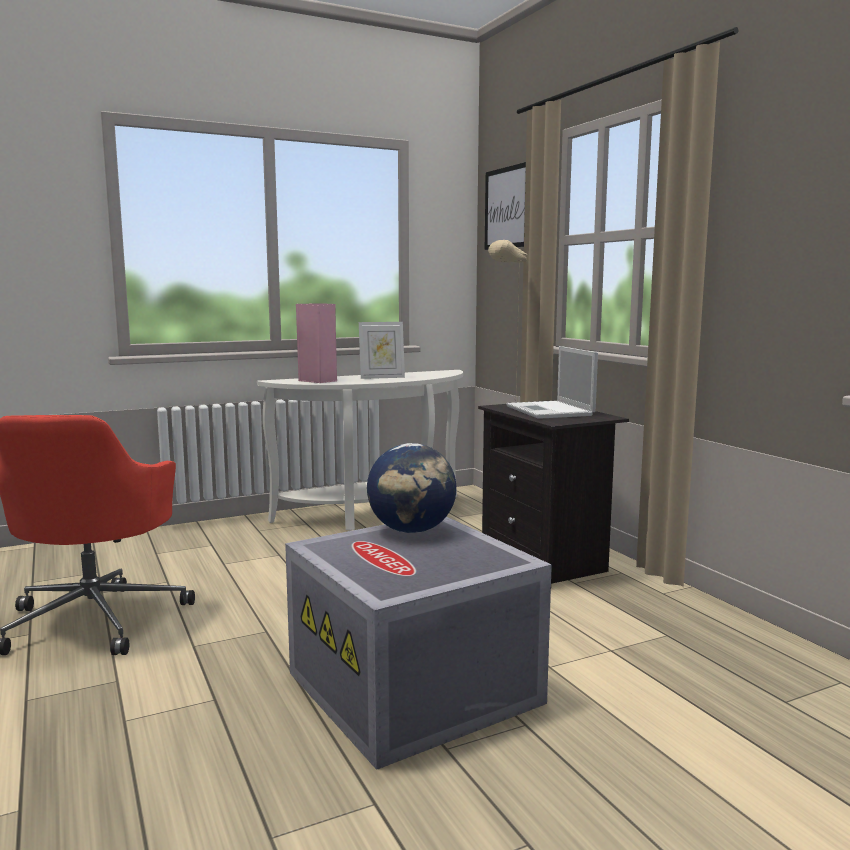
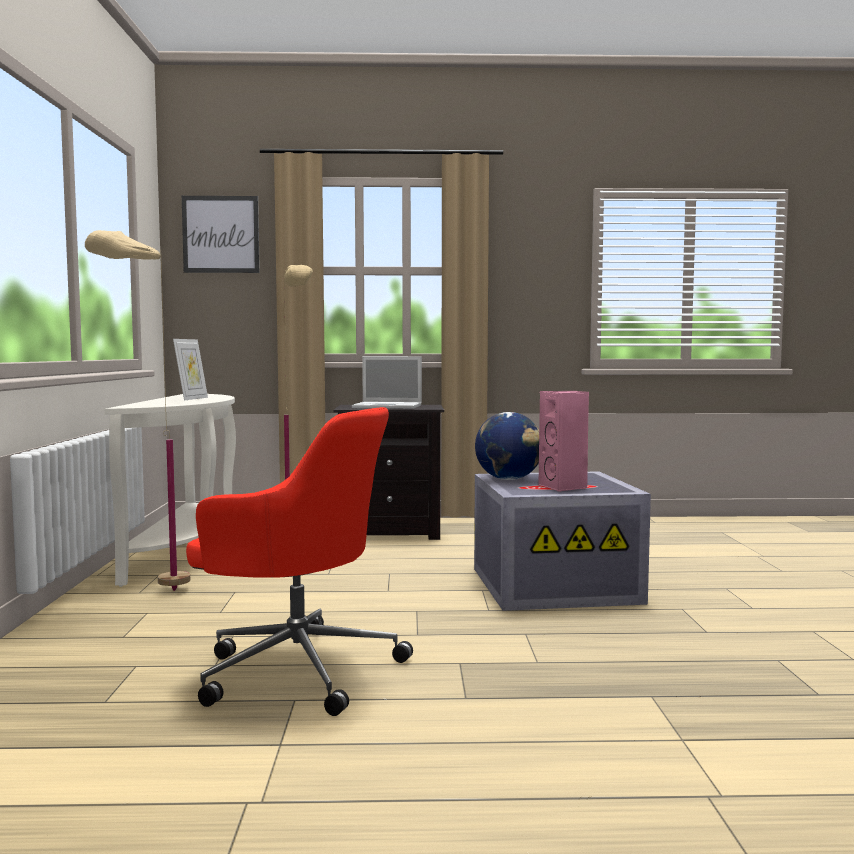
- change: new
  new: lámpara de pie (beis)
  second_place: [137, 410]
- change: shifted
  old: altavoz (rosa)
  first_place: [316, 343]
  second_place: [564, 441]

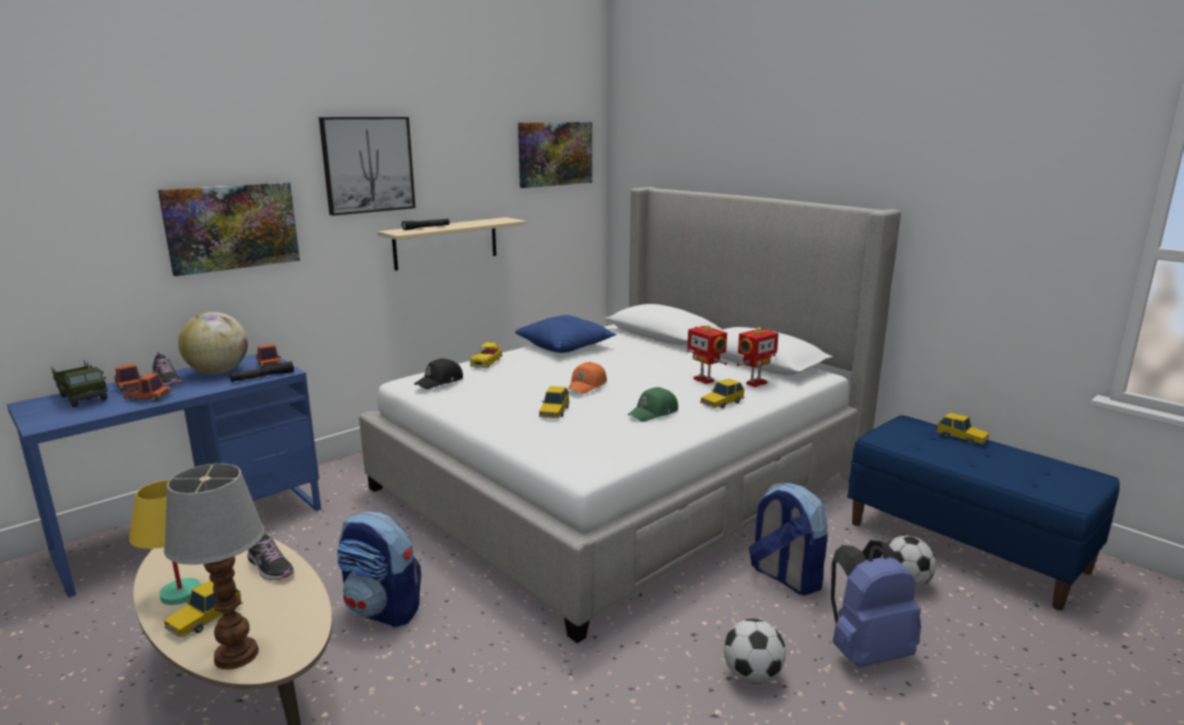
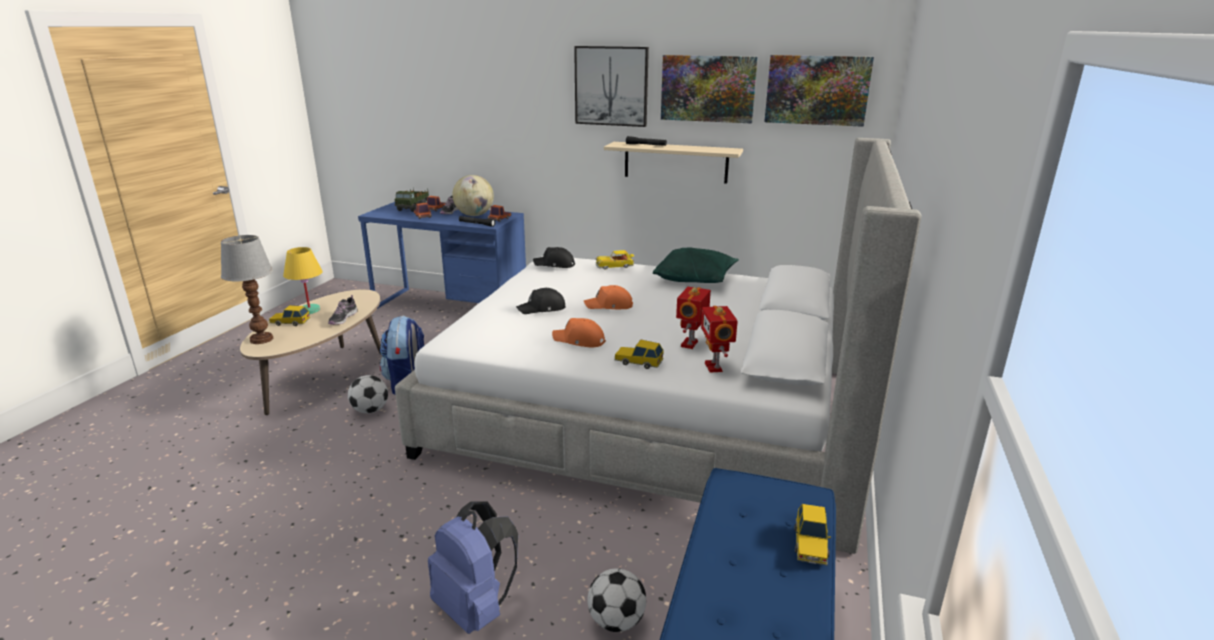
- change: gone
  old: mochila
  first_place: [788, 539]
- change: shifted
  old: cuadro
  first_place: [229, 229]
  second_place: [709, 89]
- change: shifted
  old: balón de fútbol
  first_place: [755, 651]
  second_place: [368, 394]
- change: swapped
  old: coche de juguete
  new: gorra (negro)
  first_place: [554, 402]
  second_place: [540, 301]
- change: repainted
  old: cojín (azul)
  new: cojín (verde)
  first_place: [566, 334]
  second_place: [696, 265]
- change: repainted
  old: gorra (verde)
  new: gorra (naranja)
  first_place: [653, 404]
  second_place: [579, 333]
- change: rotated
  old: robot de juguete
  first_place: [757, 357]
  second_place: [719, 339]
  degrees: 60

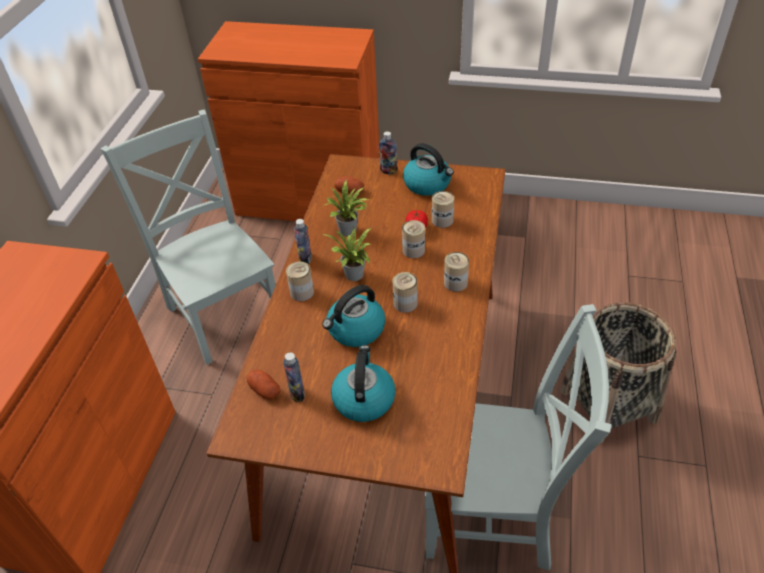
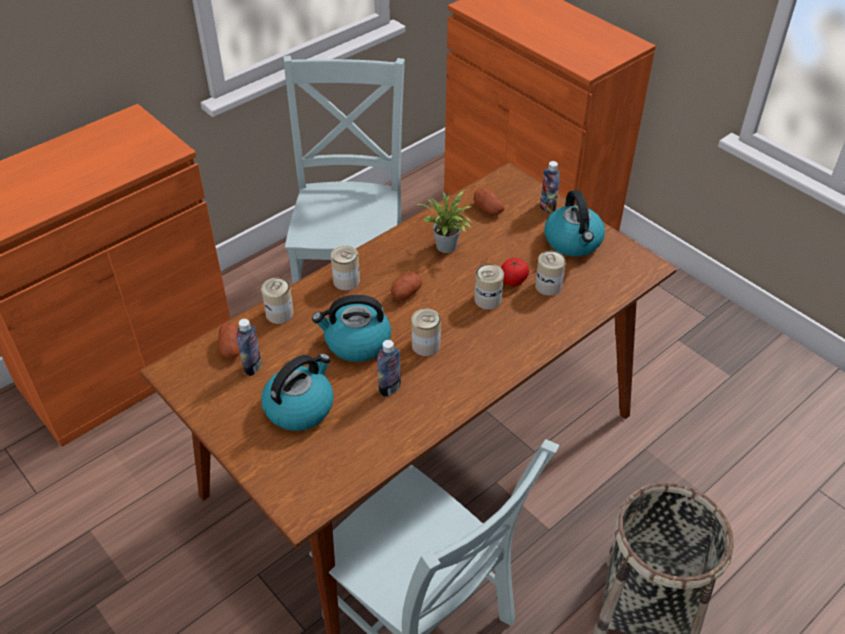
- change: shifted
  old: botella
  first_place: [303, 241]
  second_place: [389, 368]
- change: shifted
  old: lata
  first_place: [456, 272]
  second_place: [277, 301]
- change: swapped
  old: planta en maceta
  new: patata
  first_place: [346, 253]
  second_place: [406, 287]

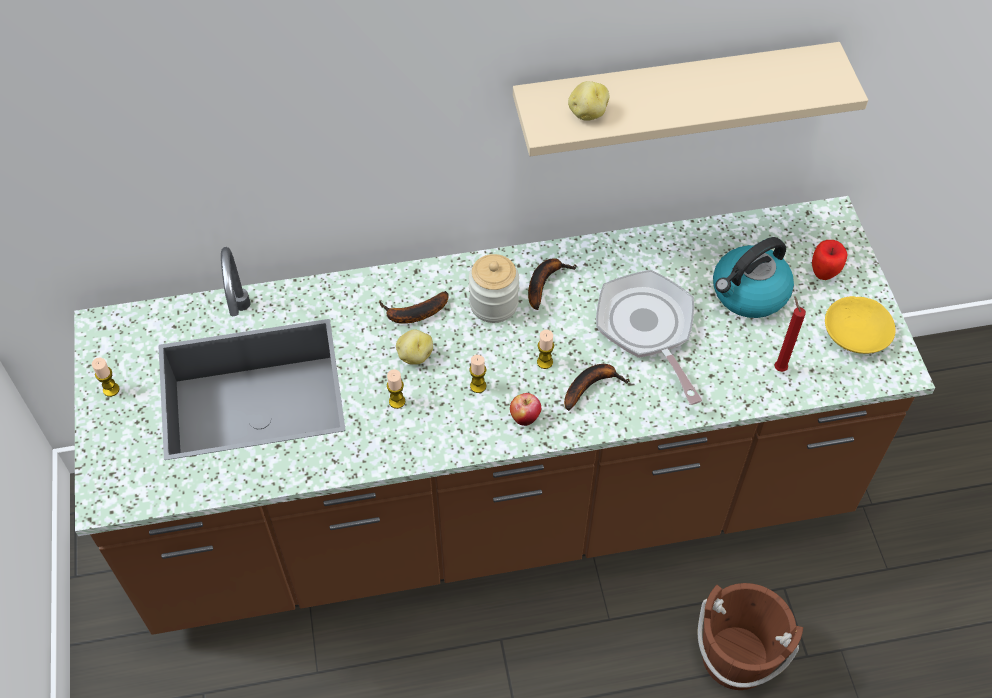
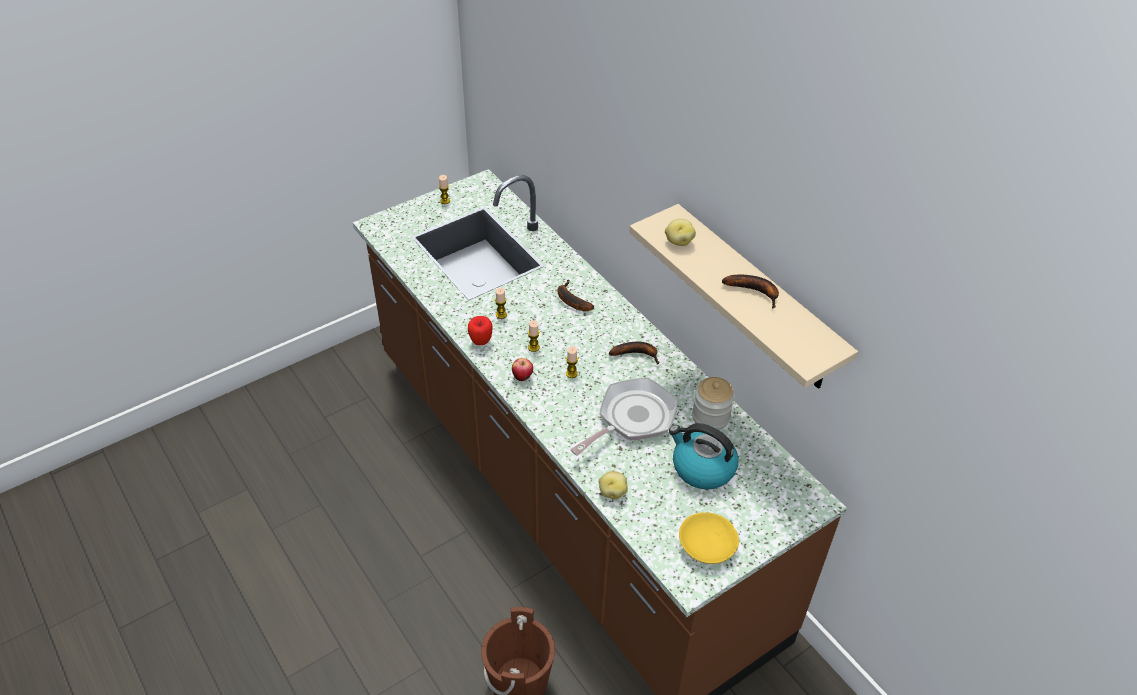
- change: gone
  old: vela (rojo)
  first_place: [790, 334]
- change: shifted
  old: patata
  first_place: [414, 347]
  second_place: [613, 485]
- change: shifted
  old: tarro
  first_place: [494, 288]
  second_place: [713, 403]
- change: shifted
  old: plátano
  first_place: [597, 387]
  second_place: [750, 292]
- change: shifted
  old: manzana
  first_place: [830, 260]
  second_place: [480, 330]

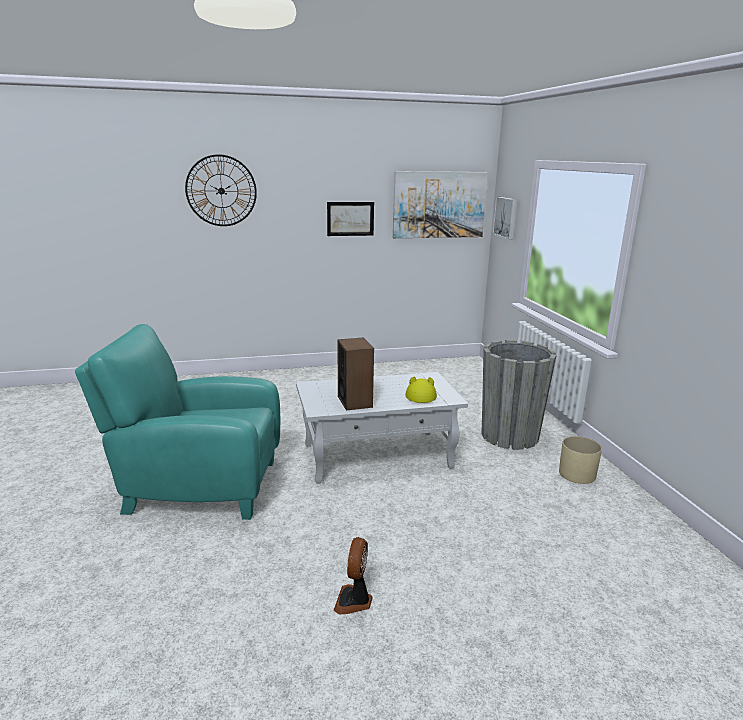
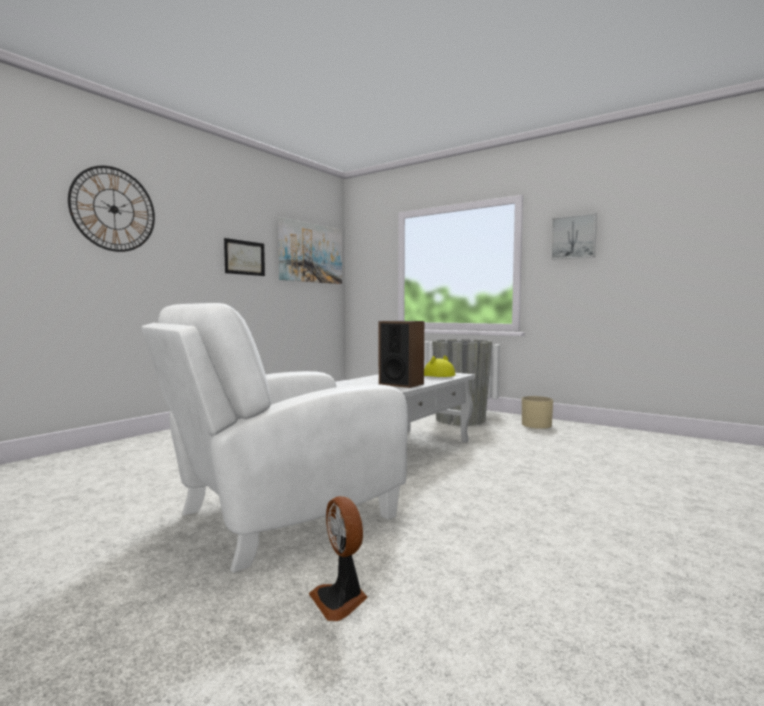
- change: shifted
  old: ventilador
  first_place: [353, 575]
  second_place: [338, 558]
- change: shifted
  old: cuadro
  first_place: [505, 218]
  second_place: [574, 236]
- change: repainted
  old: sillón (turquesa)
  new: sillón (blanco)
  first_place: [177, 422]
  second_place: [275, 438]

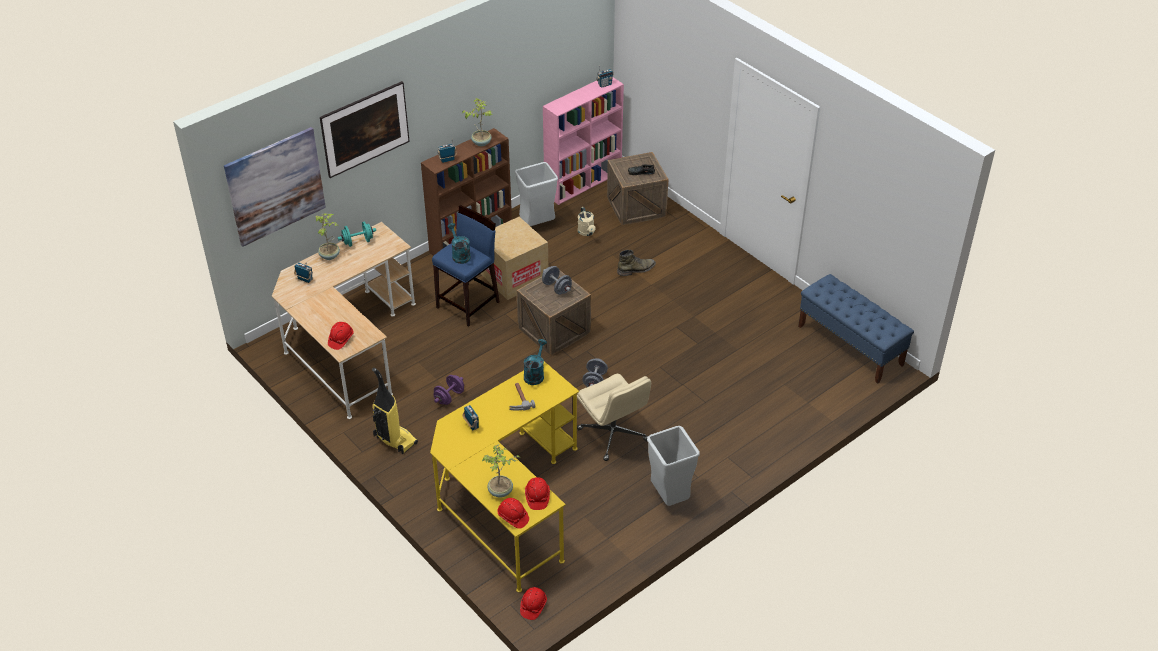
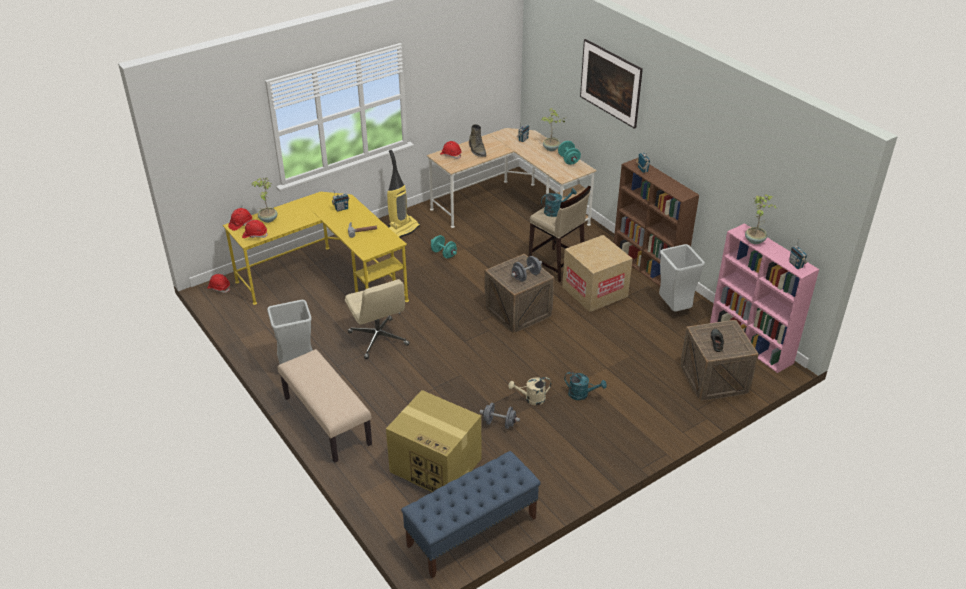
- change: gone
  old: cuadro
  first_place: [275, 187]
- change: new
  new: banco (beis)
  second_place: [325, 406]
- change: new
  new: caja de cartón
  second_place: [433, 441]
- change: shifted
  old: planta en maceta
  first_place: [477, 122]
  second_place: [760, 219]
- change: shifted
  old: regadera (turquesa)
  first_place: [535, 362]
  second_place: [585, 386]
- change: shifted
  old: regadera (beis)
  first_place: [587, 221]
  second_place: [529, 391]
- change: shifted
  old: mancuerna (gris)
  first_place: [595, 372]
  second_place: [500, 416]
- change: shifted
  old: bota (verde)
  first_place: [636, 263]
  second_place: [478, 140]
- change: repainted
  old: taburete (azul)
  new: taburete (beis)
  first_place: [466, 266]
  second_place: [560, 234]
- change: repainted
  old: mancuerna (morado)
  new: mancuerna (turquesa)
  first_place: [448, 390]
  second_place: [444, 247]
- change: rotated
  old: silla de oficina (beis)
  first_place: [614, 417]
  second_place: [377, 319]
  degrees: -90

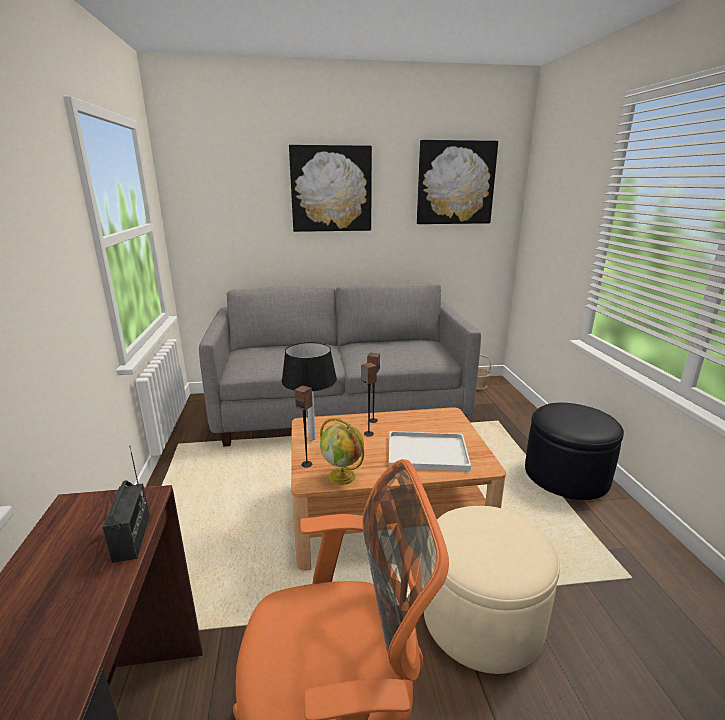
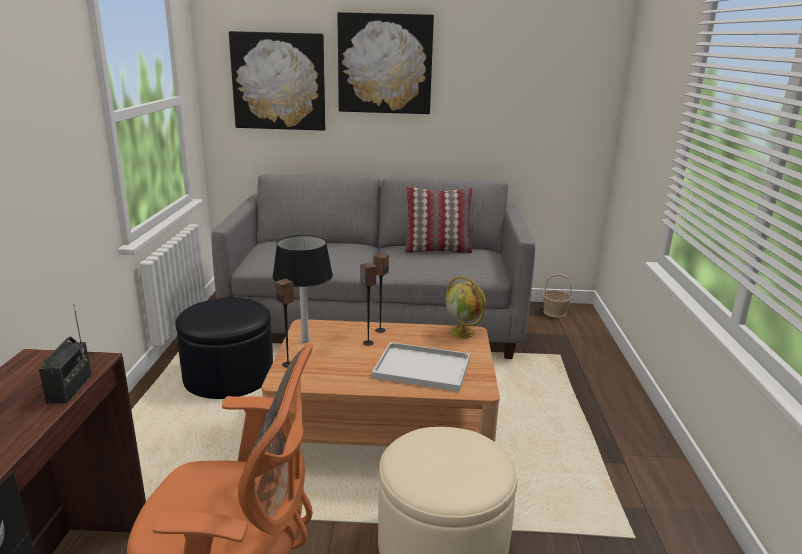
- change: new
  new: cojín
  second_place: [438, 219]
- change: shifted
  old: globo terráqueo
  first_place: [342, 451]
  second_place: [466, 307]
- change: shifted
  old: cuadro
  first_place: [457, 182]
  second_place: [277, 81]
- change: shifted
  old: puf (negro)
  first_place: [574, 451]
  second_place: [224, 348]

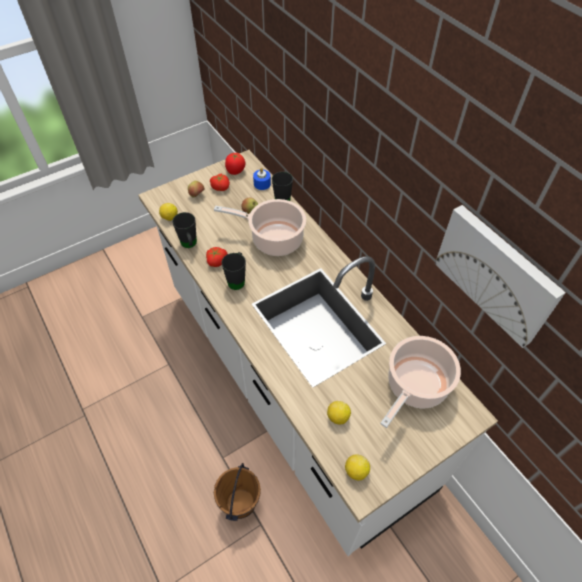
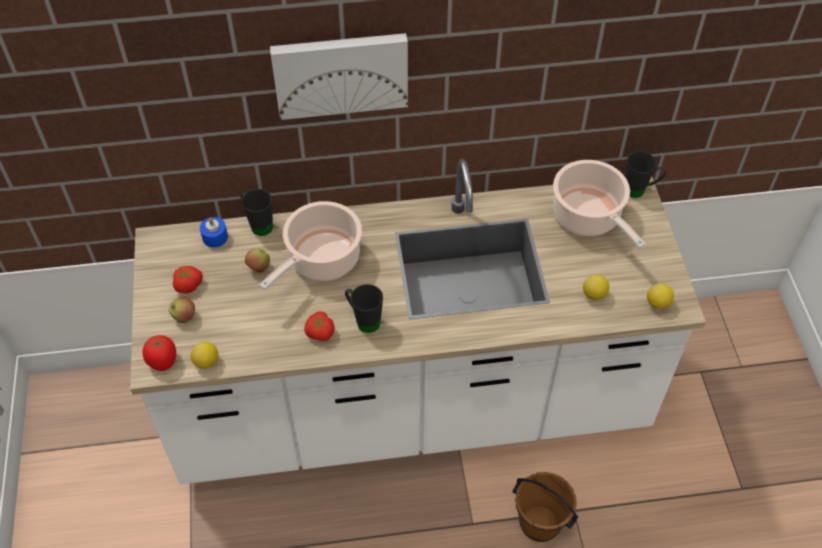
- change: shifted
  old: taza grande (negro)
  first_place: [184, 230]
  second_place: [645, 174]
- change: shifted
  old: tomate
  first_place: [235, 164]
  second_place: [159, 353]
- change: shifted
  old: cuadro
  first_place: [500, 276]
  second_place: [339, 76]

